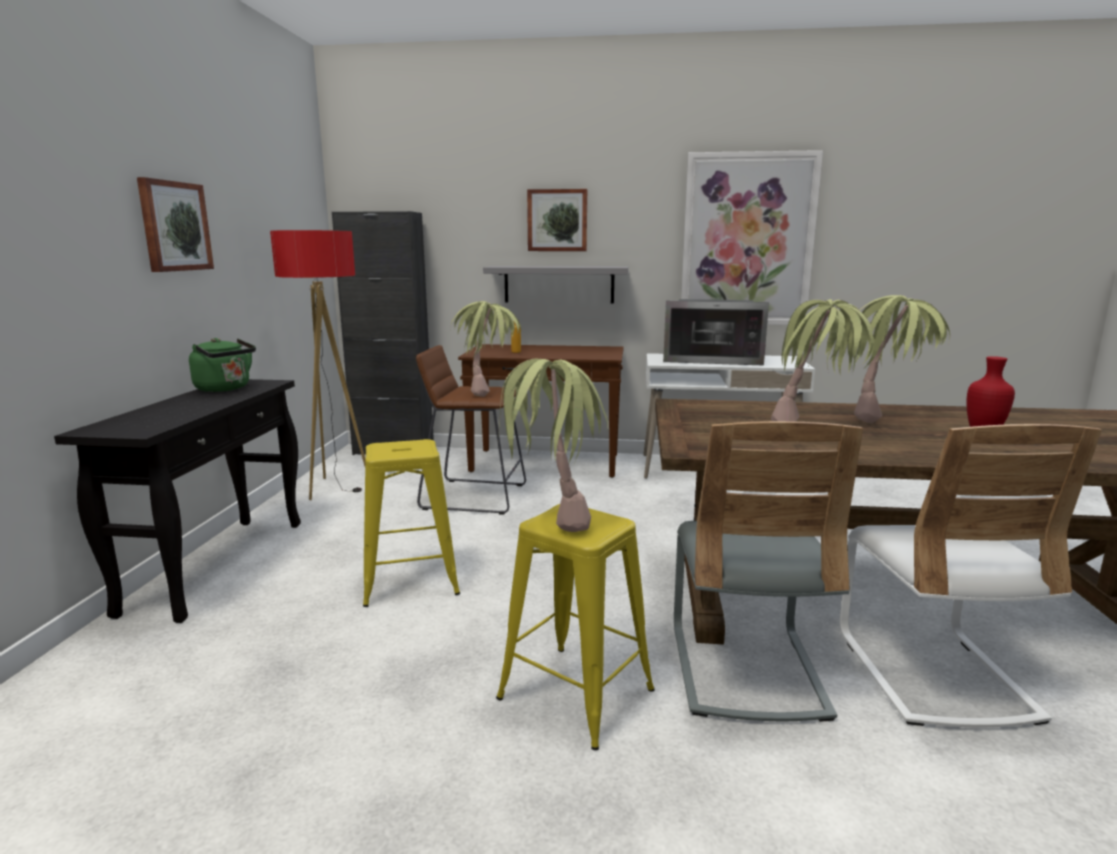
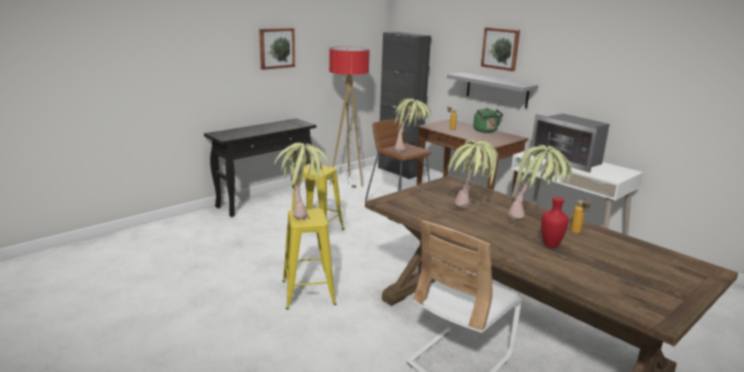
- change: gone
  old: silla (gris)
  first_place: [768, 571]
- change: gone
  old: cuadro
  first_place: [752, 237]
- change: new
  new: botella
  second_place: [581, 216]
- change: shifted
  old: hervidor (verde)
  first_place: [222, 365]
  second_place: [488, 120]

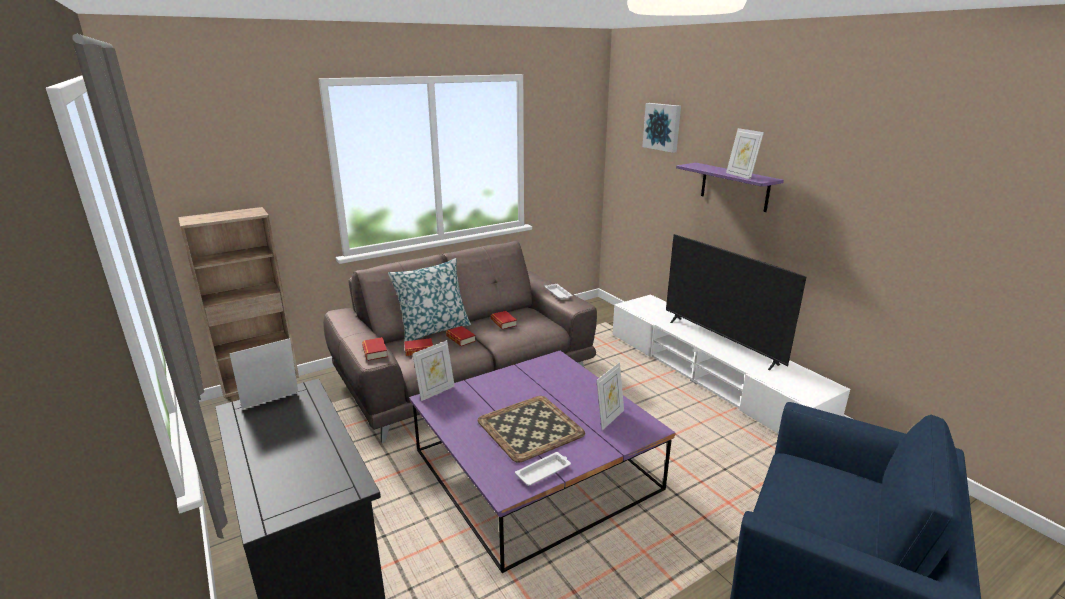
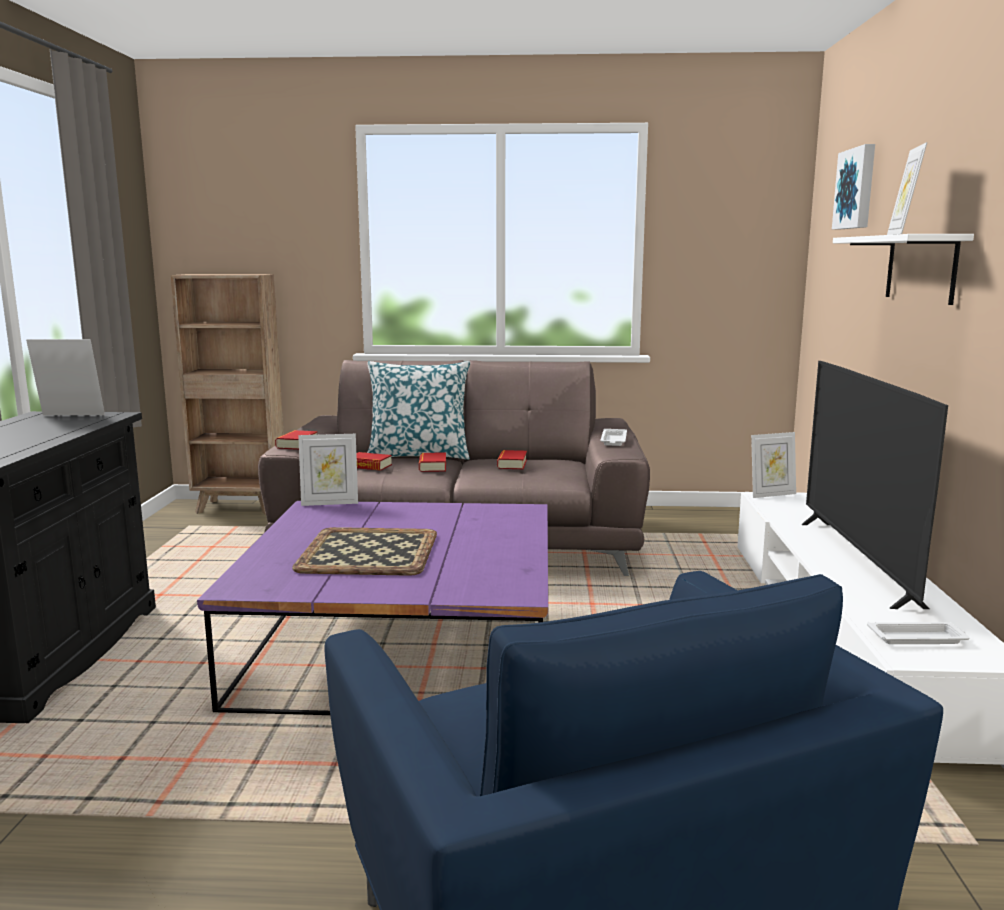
- change: shifted
  old: bandeja (blanco)
  first_place: [543, 469]
  second_place: [918, 633]
- change: shifted
  old: portarretratos
  first_place: [610, 396]
  second_place: [773, 465]
- change: repainted
  old: estante (morado)
  new: estante (blanco)
  first_place: [730, 187]
  second_place: [903, 269]

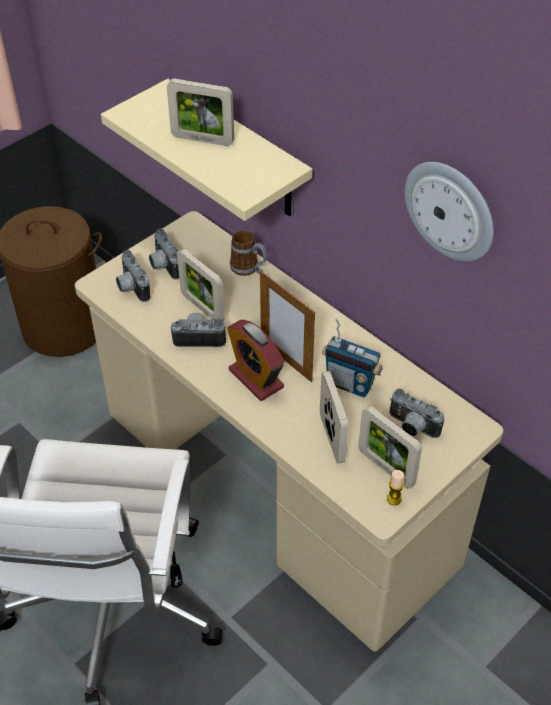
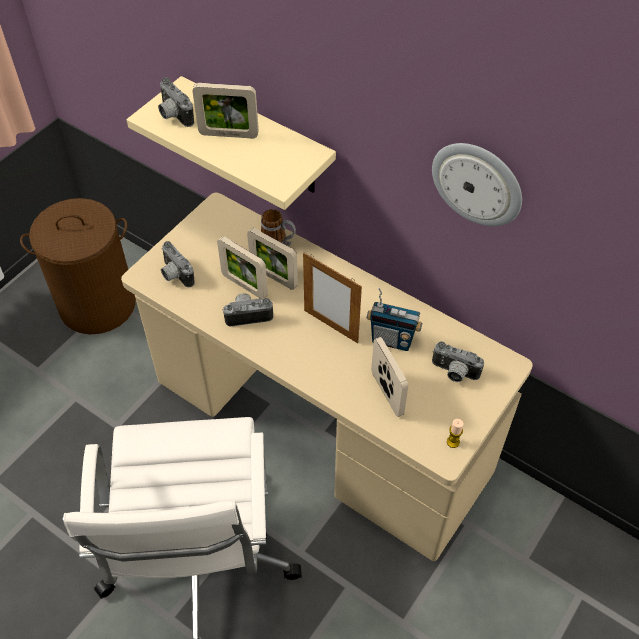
- change: gone
  old: despertador
  first_place: [256, 360]
- change: shifted
  old: cámara
  first_place: [164, 254]
  second_place: [176, 102]
- change: shifted
  old: portarretratos
  first_place: [390, 447]
  second_place: [272, 259]

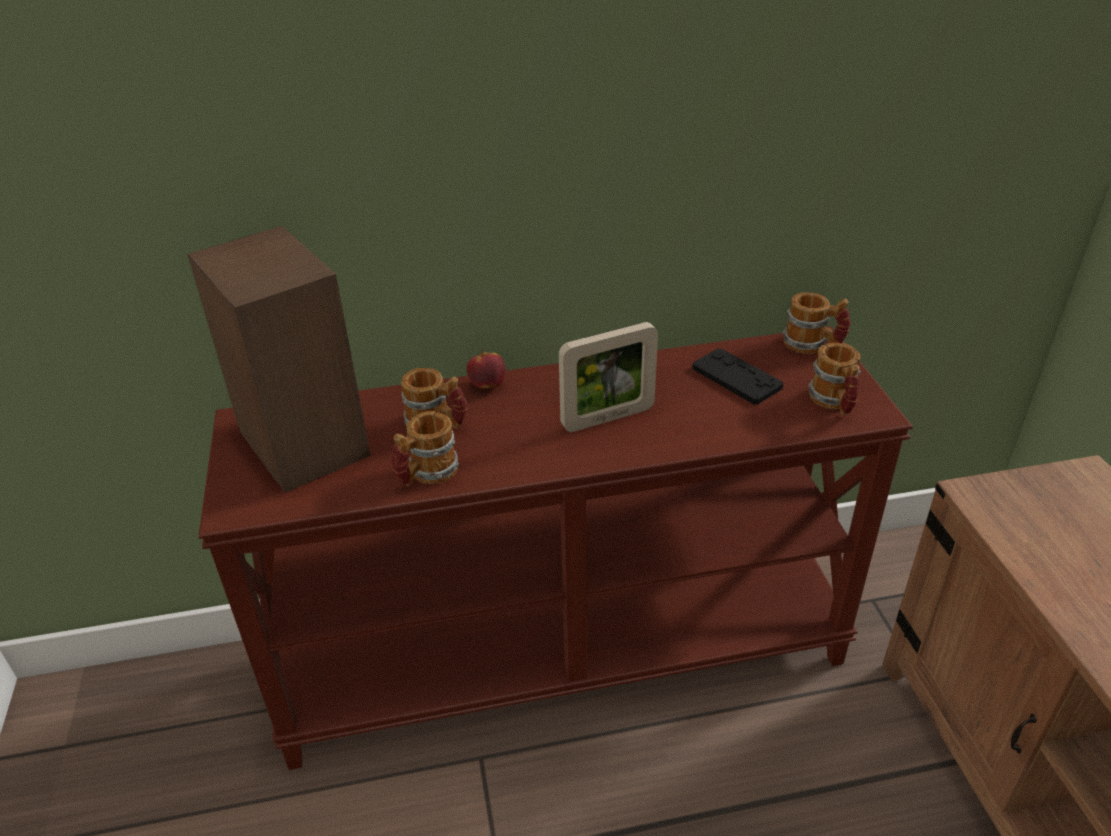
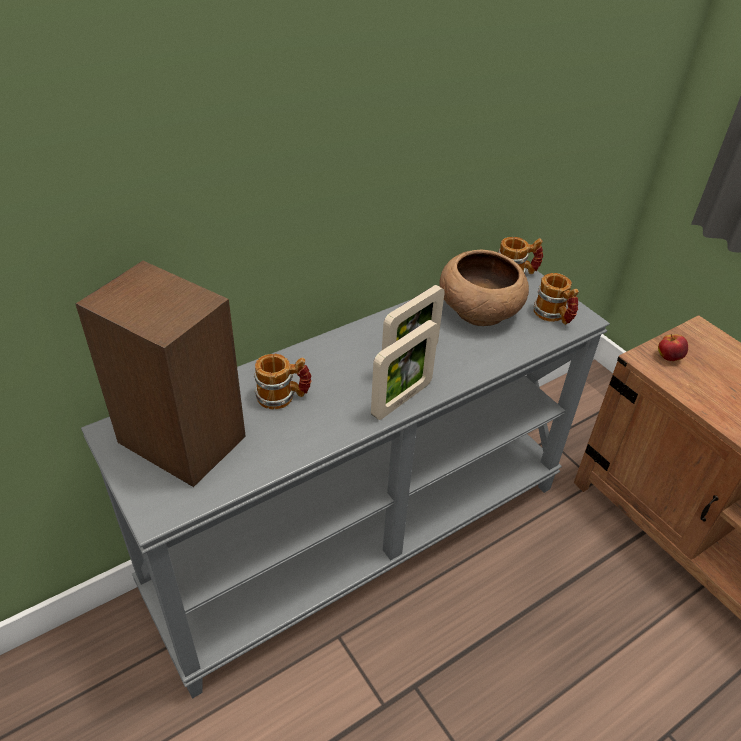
- change: gone
  old: taza grande
  first_place: [425, 448]
- change: new
  new: portarretratos
  second_place: [405, 370]
- change: shifted
  old: manzana
  first_place: [486, 368]
  second_place: [673, 347]
- change: swapped
  old: mando de consola (negro)
  new: cuenco (marrón)
  first_place: [737, 377]
  second_place: [484, 287]
- change: repainted
  old: mesa consola (marrón)
  new: mesa consola (gris)
  first_place: [555, 548]
  second_place: [345, 483]

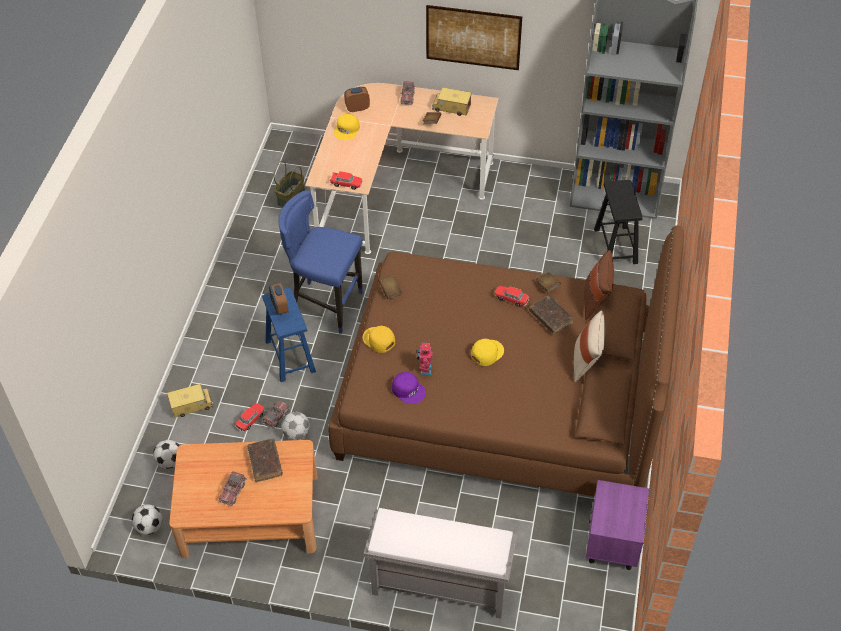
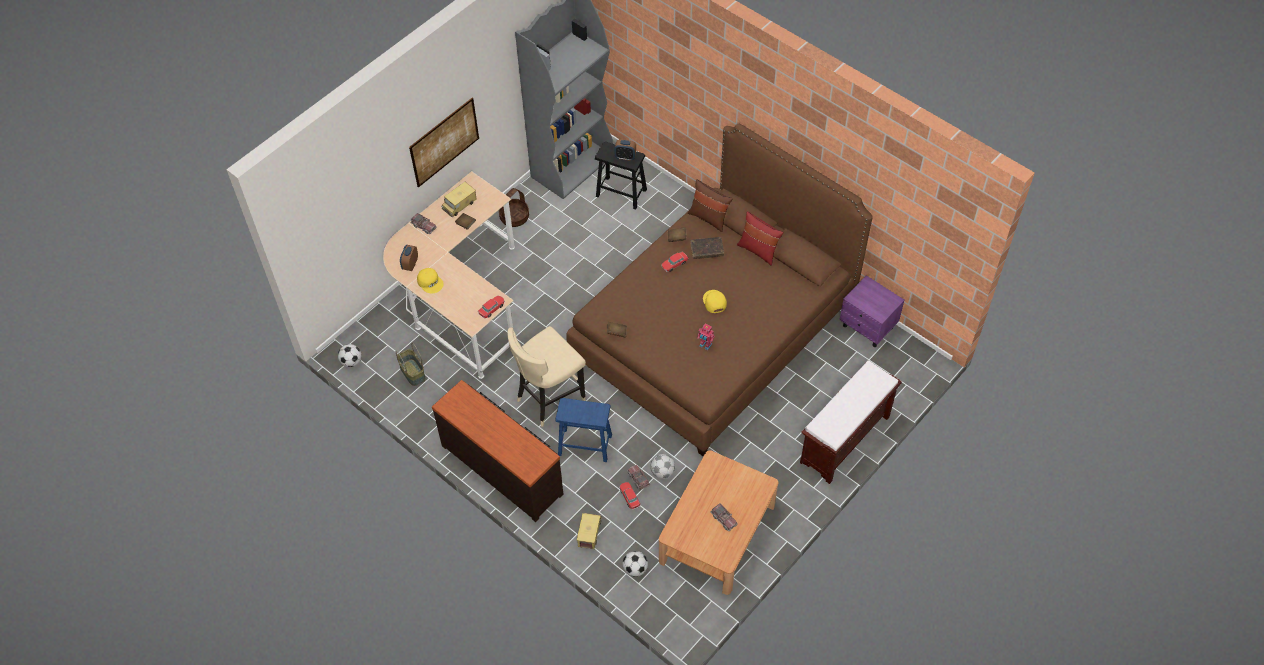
- change: gone
  old: libro (marrón)
  first_place: [265, 460]
- change: gone
  old: gorra (amarillo)
  first_place: [379, 339]
- change: gone
  old: gorra (morado)
  first_place: [409, 388]
- change: new
  new: cómoda (marrón)
  second_place: [498, 451]
- change: new
  new: cesta
  second_place: [514, 207]
- change: shifted
  old: balón de fútbol
  first_place: [147, 519]
  second_place: [349, 355]
- change: shifted
  old: despertador
  first_place: [279, 299]
  second_place: [625, 150]
- change: repainted
  old: taburete (azul)
  new: taburete (beis)
  first_place: [321, 262]
  second_place: [546, 376]
- change: repainted
  old: banco (gris)
  new: banco (marrón)
  first_place: [440, 563]
  second_place: [851, 422]
- change: repainted
  old: cojín (beis)
  new: cojín (rojo)
  first_place: [589, 346]
  second_place: [760, 238]

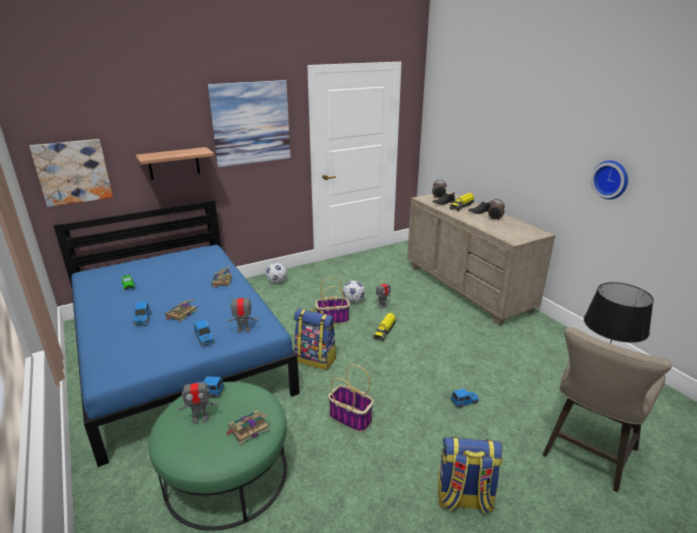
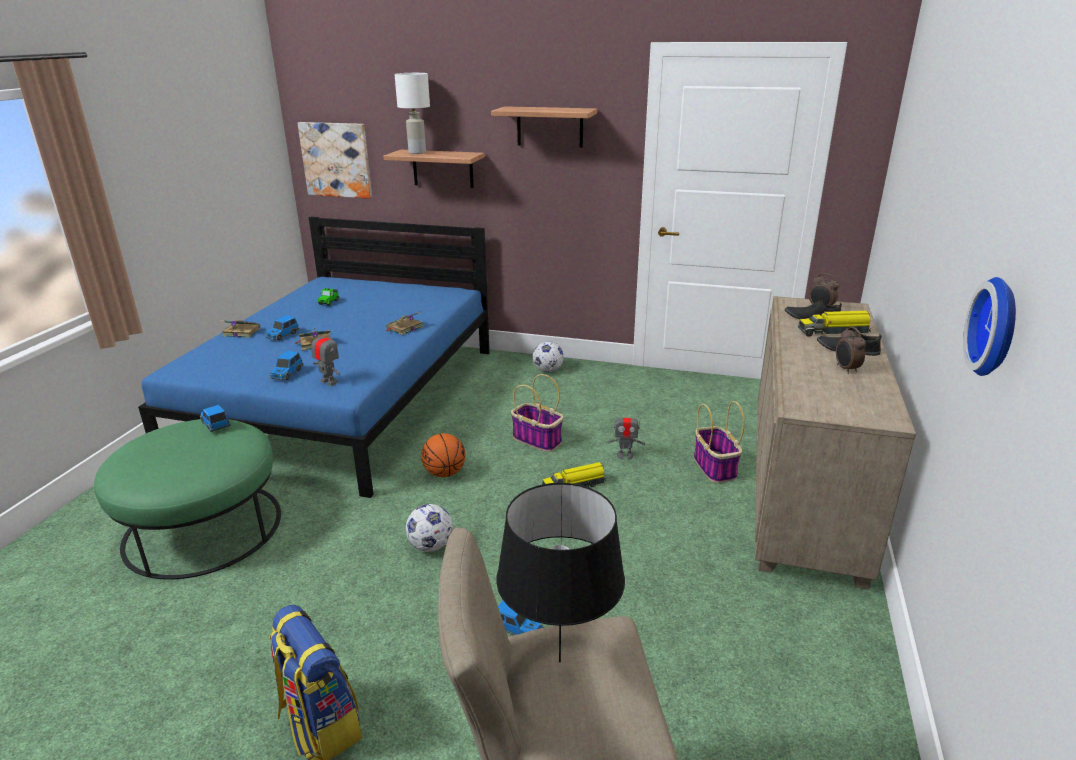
- change: gone
  old: robot de juguete
  first_place: [198, 400]
- change: new
  new: lámpara de mesa (blanco)
  second_place: [412, 113]
- change: shifted
  old: libro
  first_place: [248, 427]
  second_place: [240, 329]
- change: shifted
  old: cesta
  first_place: [351, 398]
  second_place: [719, 442]
- change: shifted
  old: balón de fútbol
  first_place: [354, 292]
  second_place: [429, 528]
- change: swapped
  old: cuadro
  new: estante
  first_place: [249, 123]
  second_place: [544, 127]
- change: swapped
  old: mochila
  new: balón de baloncesto
  first_place: [315, 339]
  second_place: [443, 455]

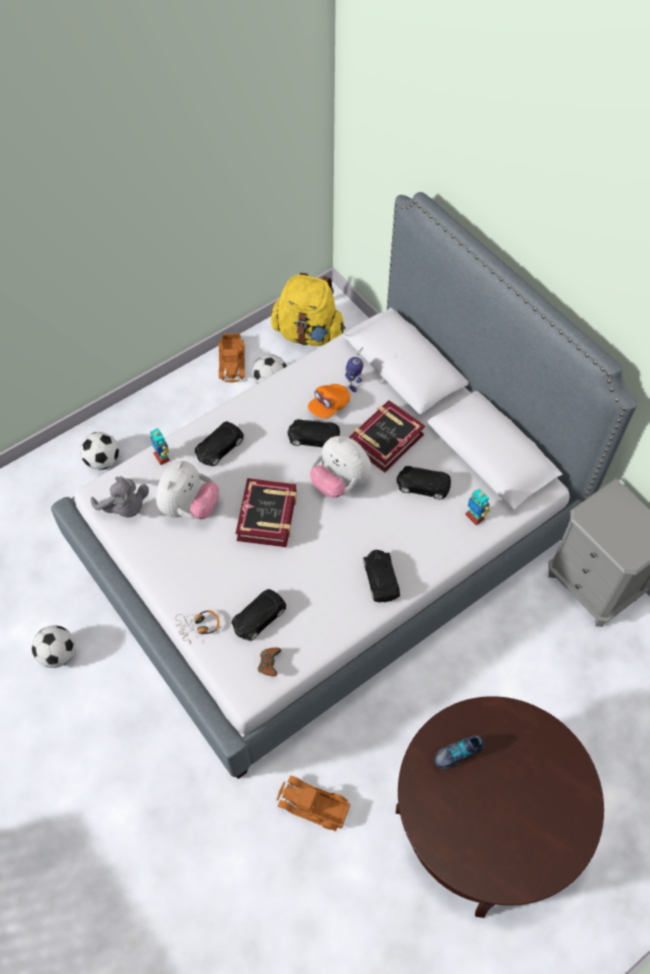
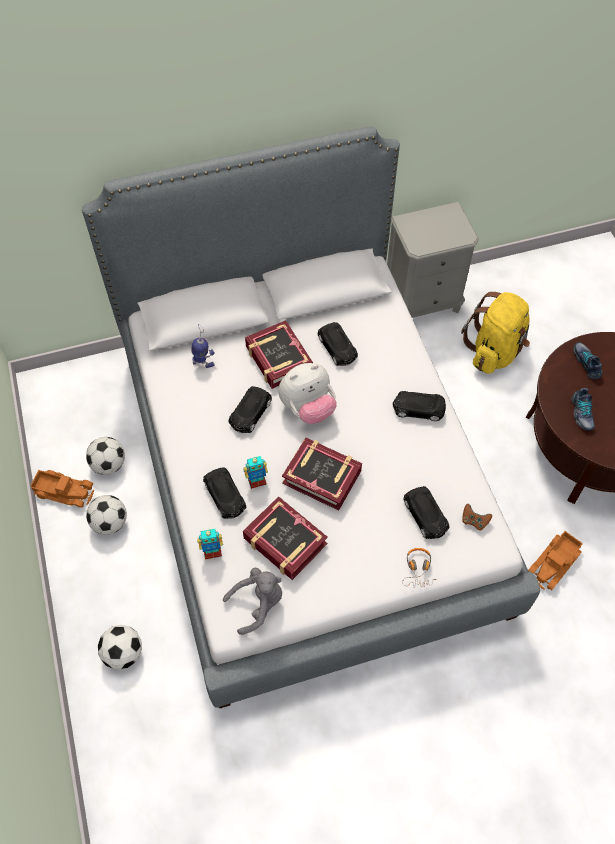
- change: gone
  old: gorra (naranja)
  first_place: [329, 401]
- change: new
  new: zapato
  second_place: [587, 361]
- change: shifted
  old: balón de fútbol
  first_place: [53, 646]
  second_place: [106, 515]
- change: shifted
  old: mochila (amarillo)
  first_place: [308, 309]
  second_place: [495, 333]
- change: shifted
  old: robot de juguete
  first_place: [477, 507]
  second_place: [255, 472]
- change: swapped
  old: peluche
  new: libro
  first_place: [187, 490]
  second_place: [285, 538]
- change: rotated
  old: coche de juguete (negro)
  first_place: [423, 483]
  second_place: [338, 344]
  degrees: -60

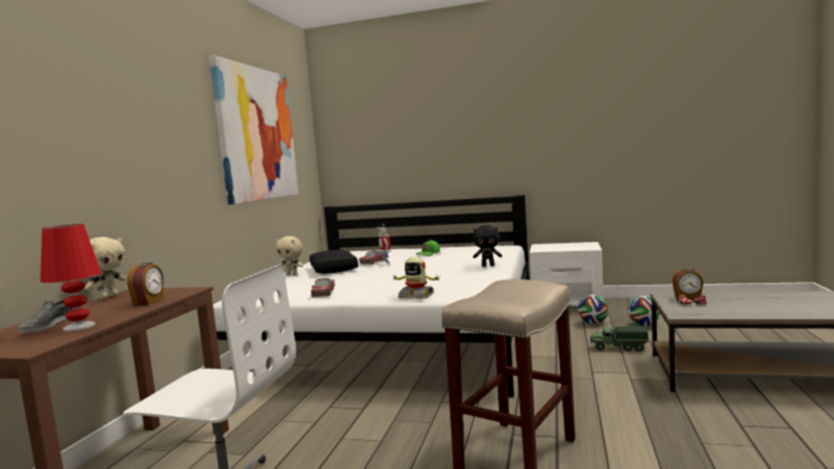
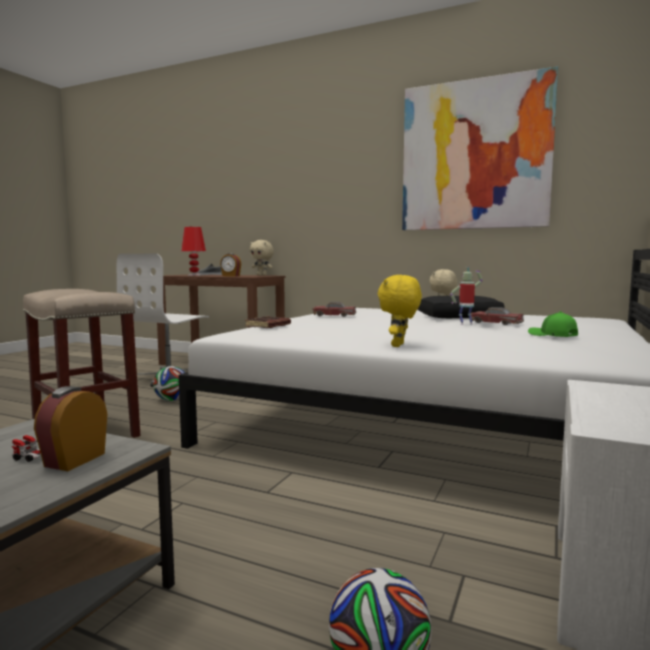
- change: gone
  old: camión de juguete
  first_place: [619, 339]
- change: shifted
  old: balón de fútbol
  first_place: [593, 309]
  second_place: [169, 383]
- change: swapped
  old: robot de juguete
  new: libro (marrón)
  first_place: [416, 277]
  second_place: [268, 322]
- change: repainted
  old: peluche (negro)
  new: peluche (amarillo)
  first_place: [487, 246]
  second_place: [400, 311]

